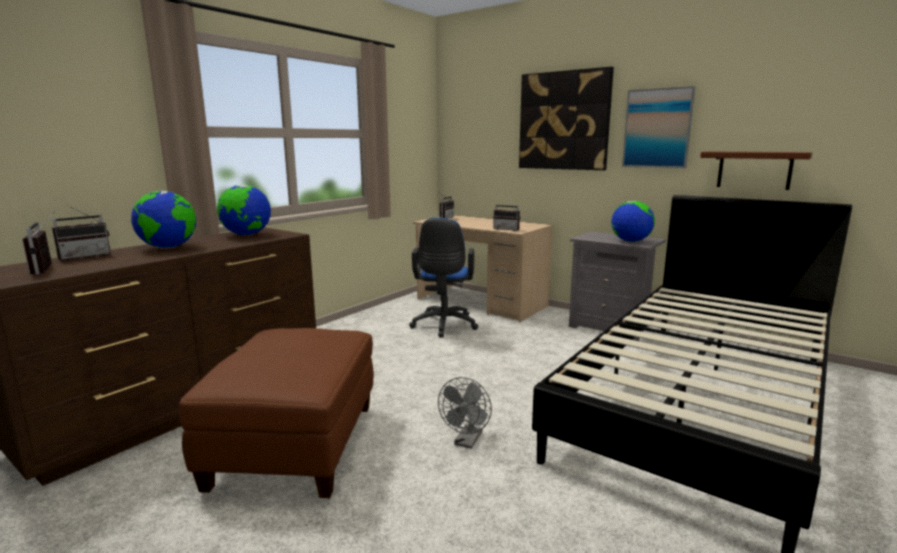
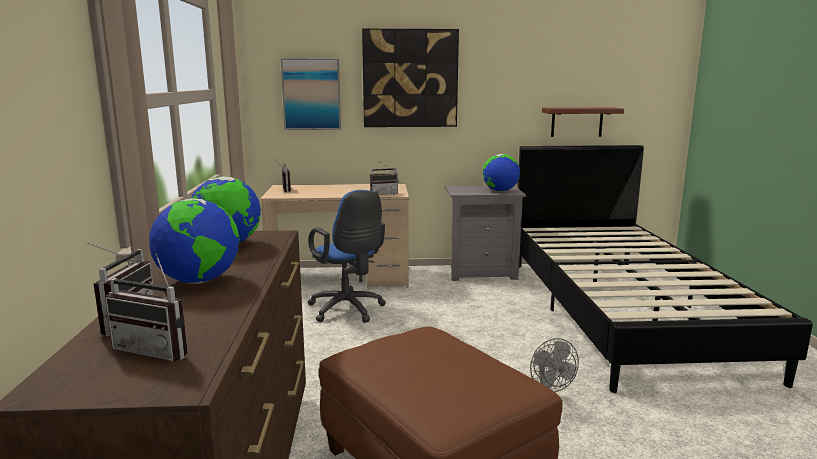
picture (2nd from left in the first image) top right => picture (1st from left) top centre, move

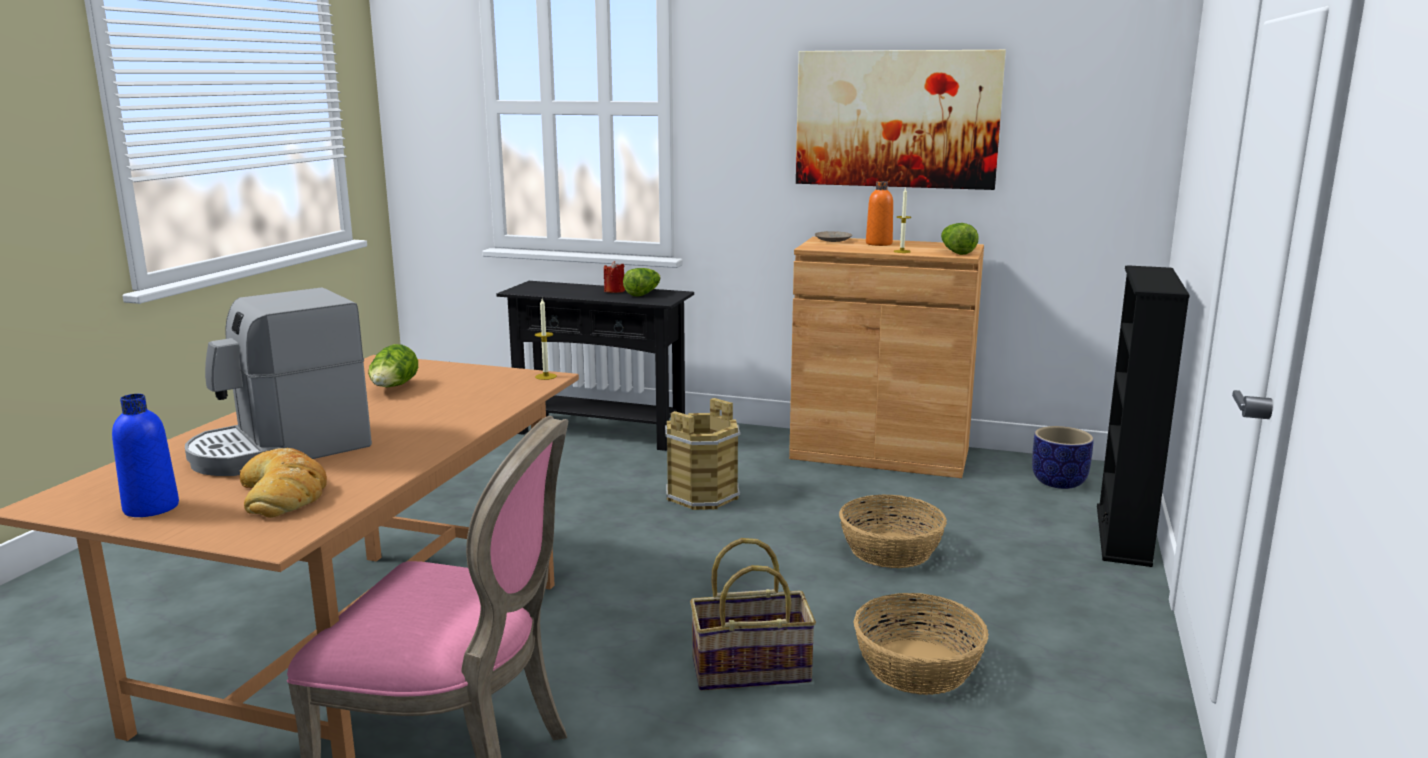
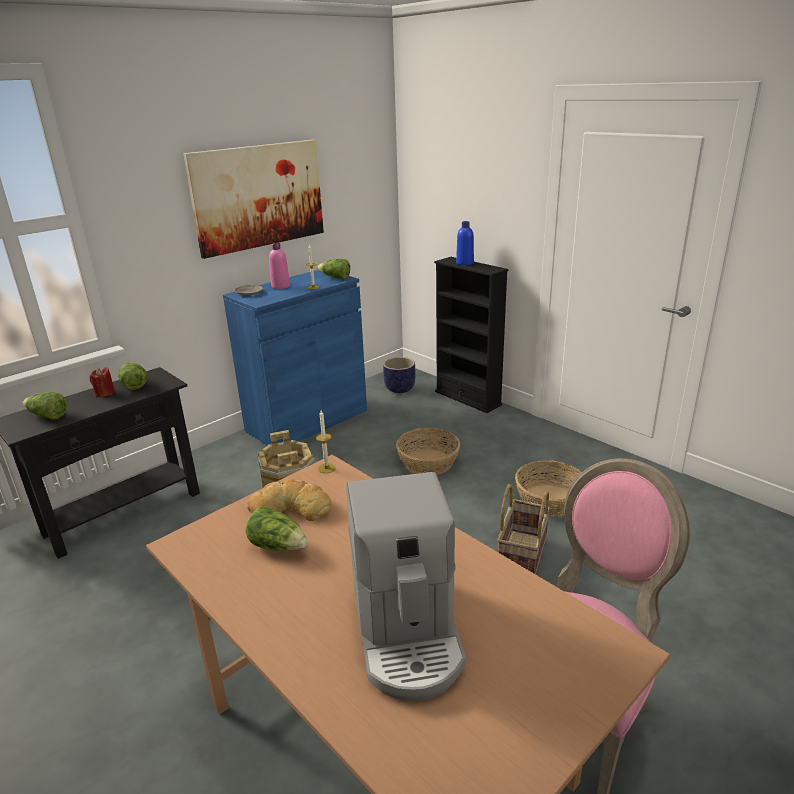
nothing => lettuce (1st from left) middle left
brown cabinet centre => blue cabinet centre
bread middle left => bread centre, move
orange bottle top centre => pink bottle centre
blue bottle middle left => blue bottle top centre, move

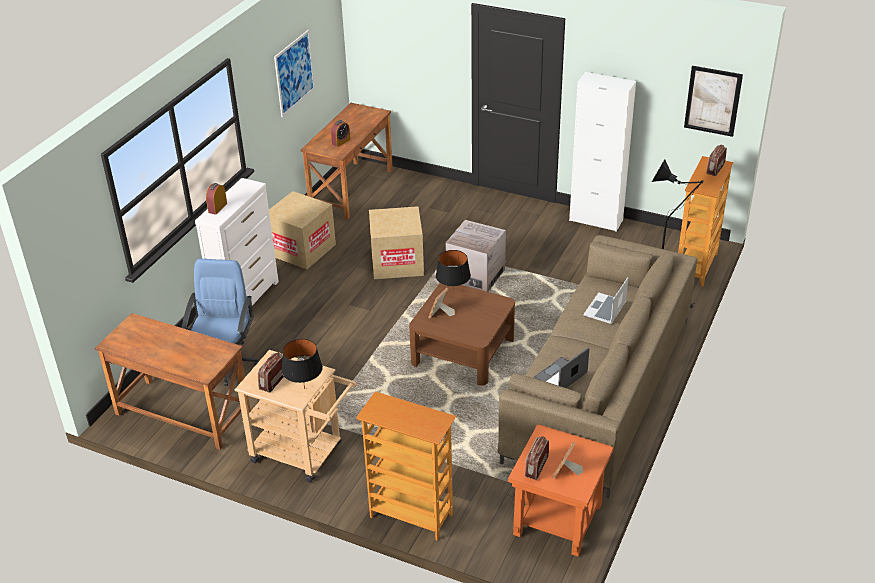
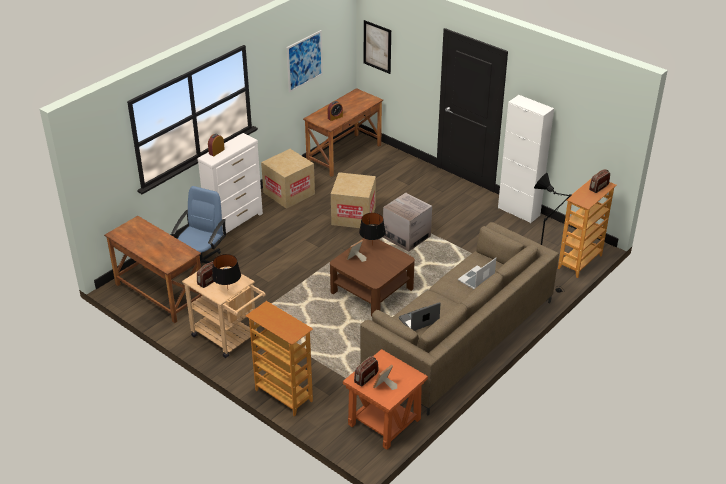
picture (2nd from left) top right => picture (2nd from left) top centre, move

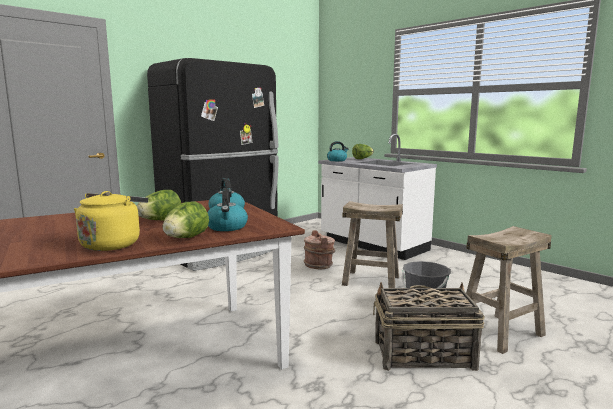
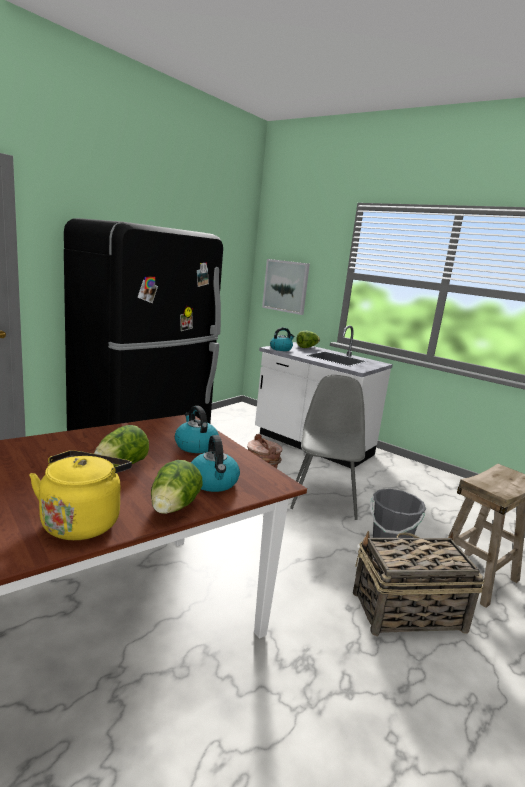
nothing => picture centre
beige stool (1st from left) centre => grey chair centre

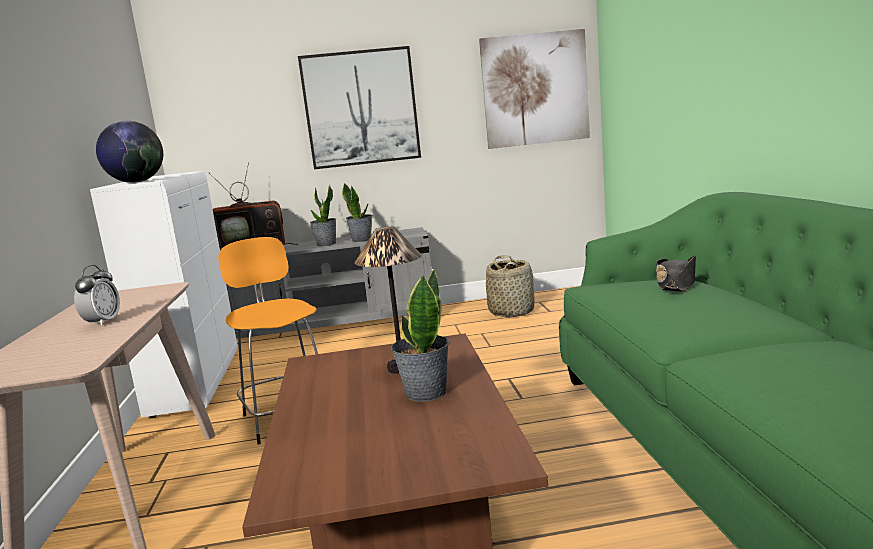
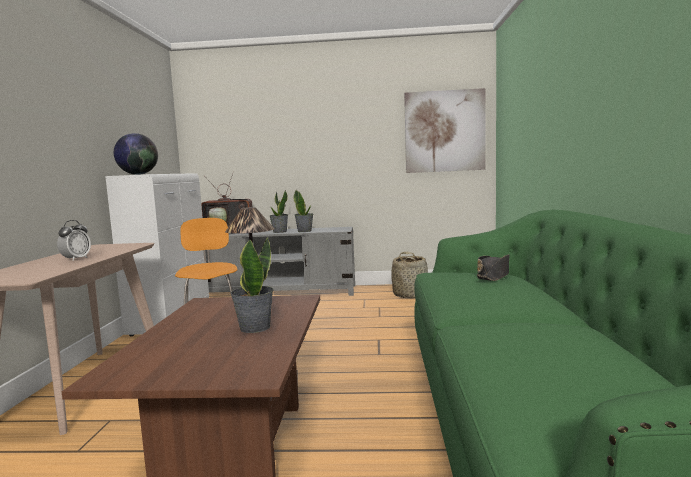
picture (1st from left) top centre => nothing

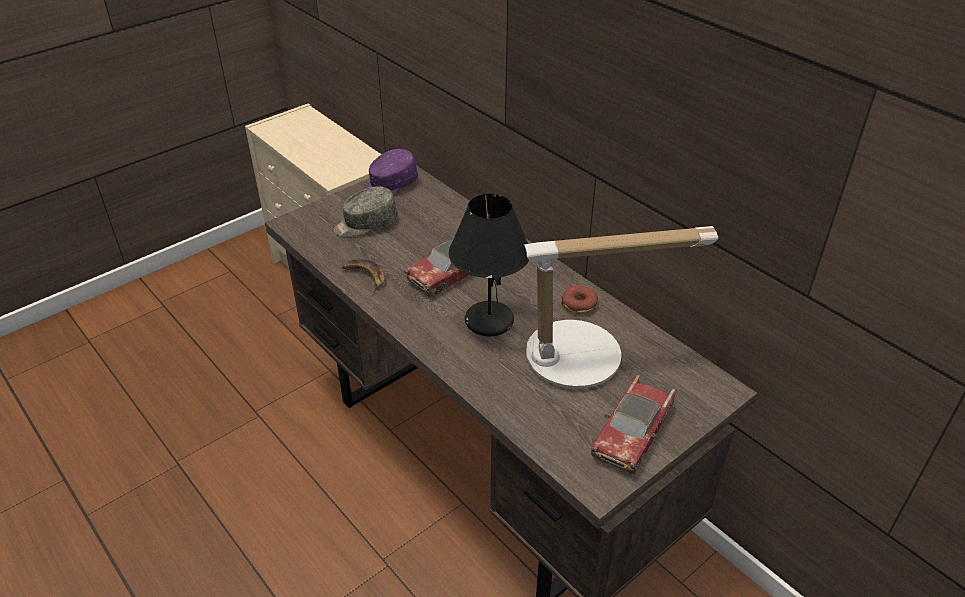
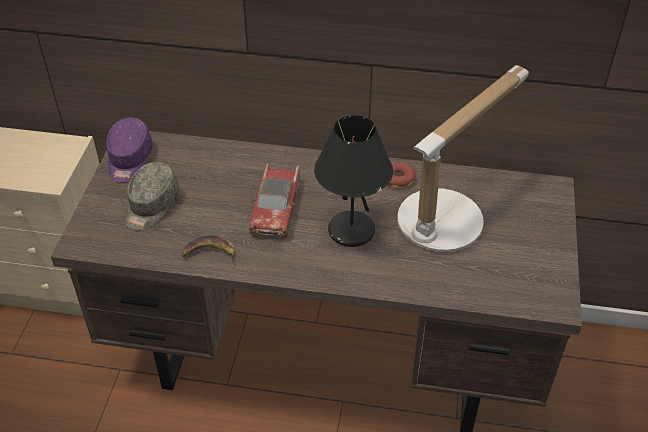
toy car (2nd from left) bottom centre => nothing

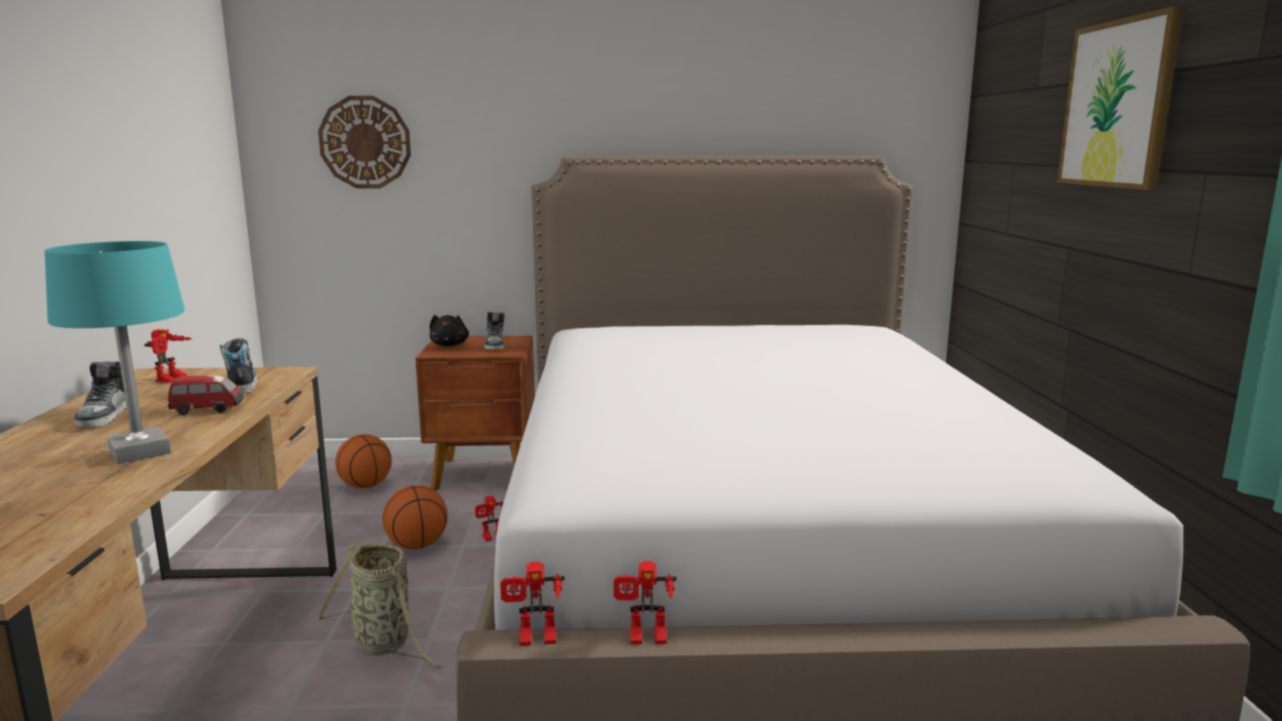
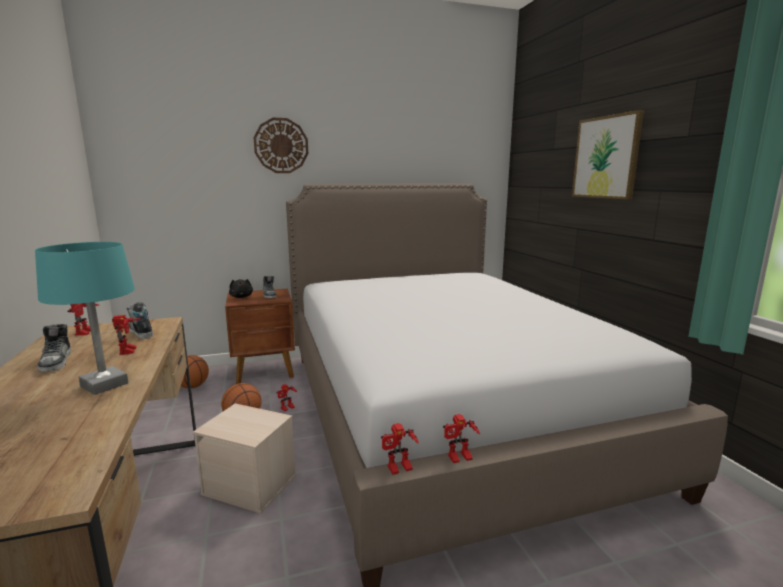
toy car middle left => toy robot (2nd from left) middle left
basket bottom left => beige storage box bottom left
wall clock top left => wall clock top centre, move

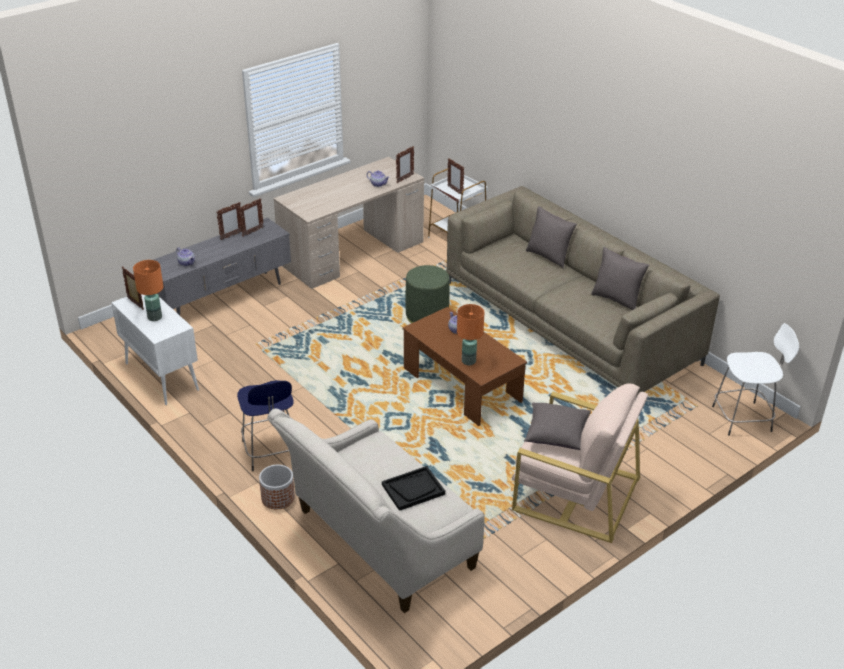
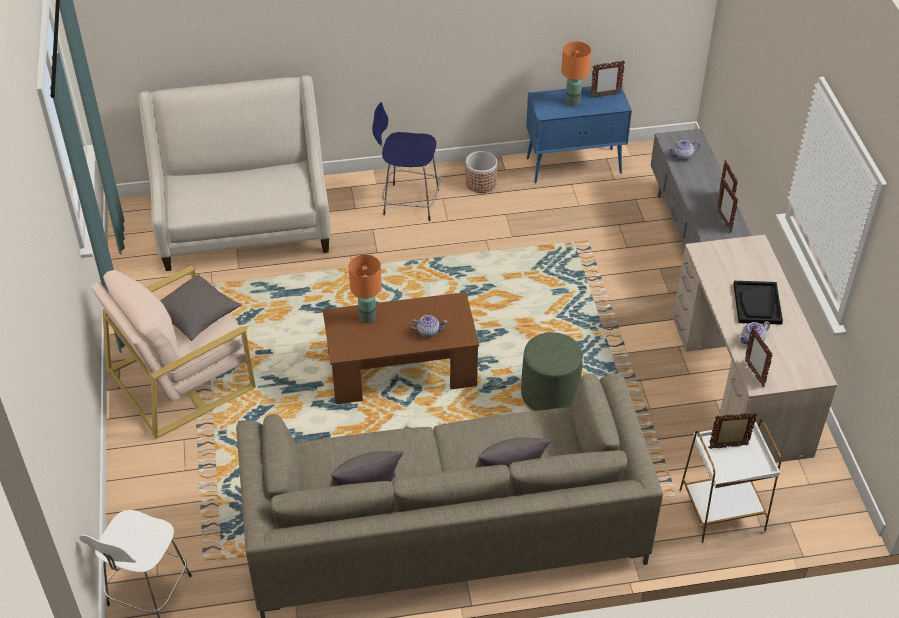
planter bottom left => planter top centre, move
white cabinet middle left => blue cabinet top centre
black tray bottom centre => black tray middle right, move

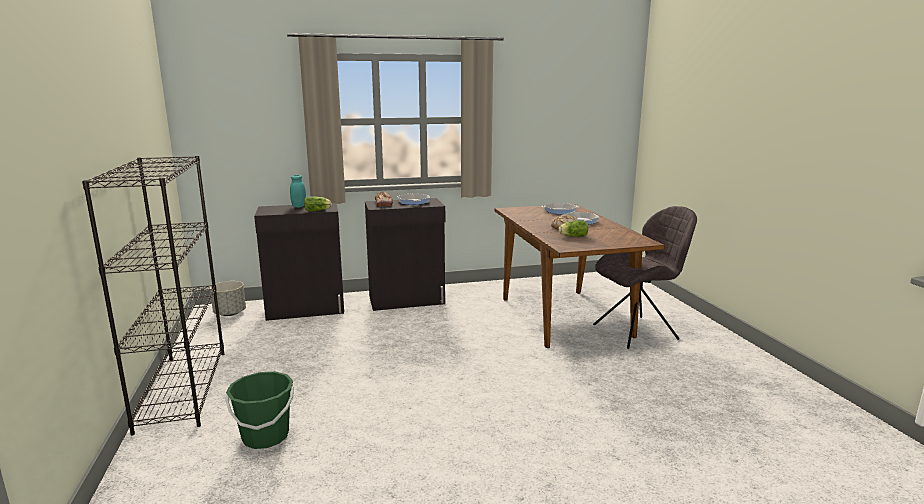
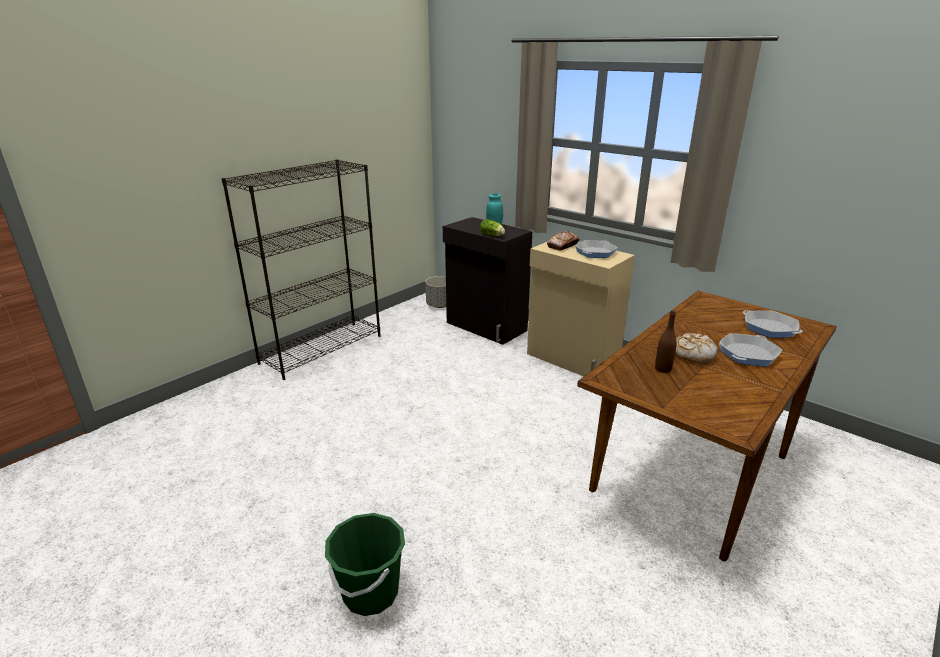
green bucket bottom left => green bucket bottom centre, move
black cabinet (2nd from left) centre => beige cabinet centre
lettuce (2nd from left) centre => brown bottle middle right
grey chair middle right => nothing

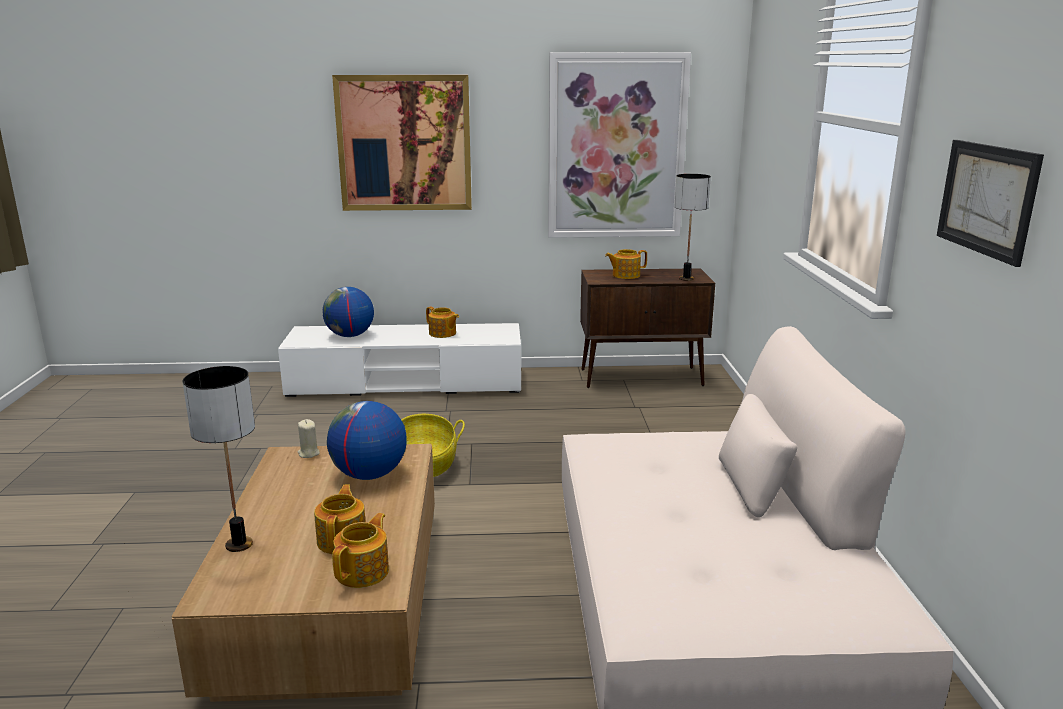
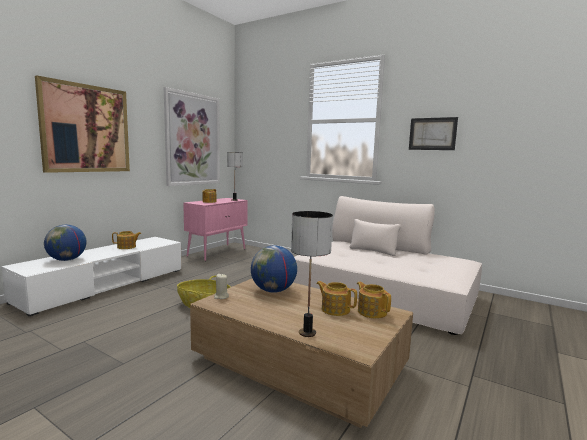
brown cabinet centre => pink cabinet centre

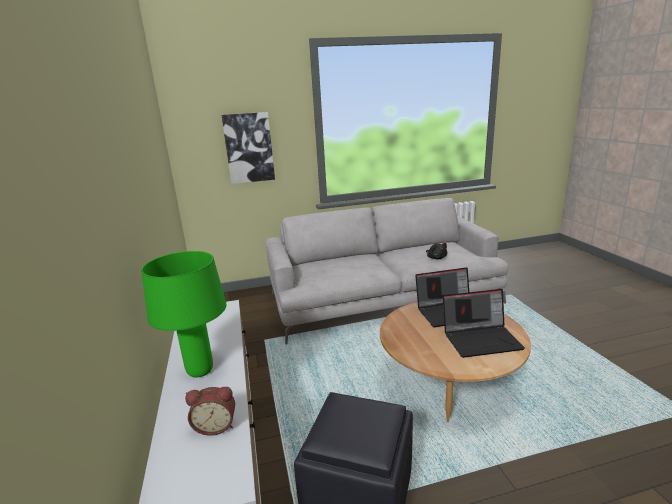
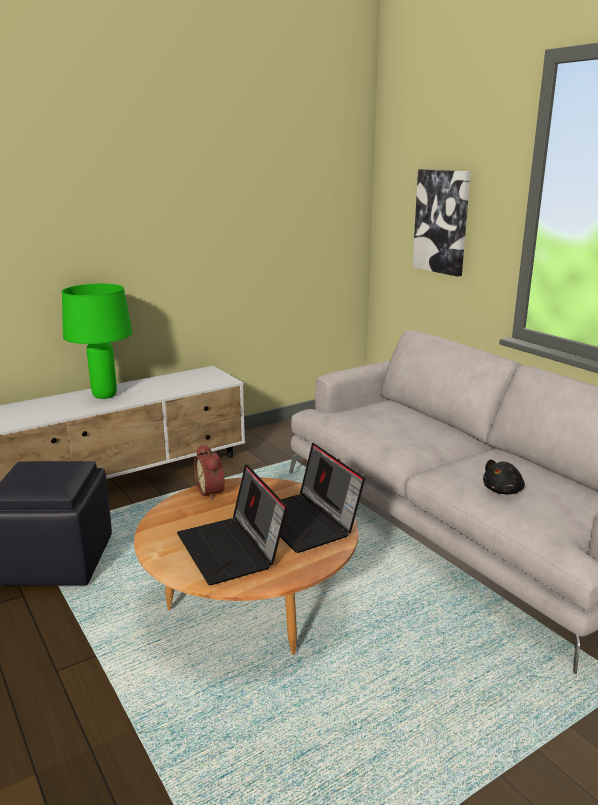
alarm clock bottom left => alarm clock centre, move

